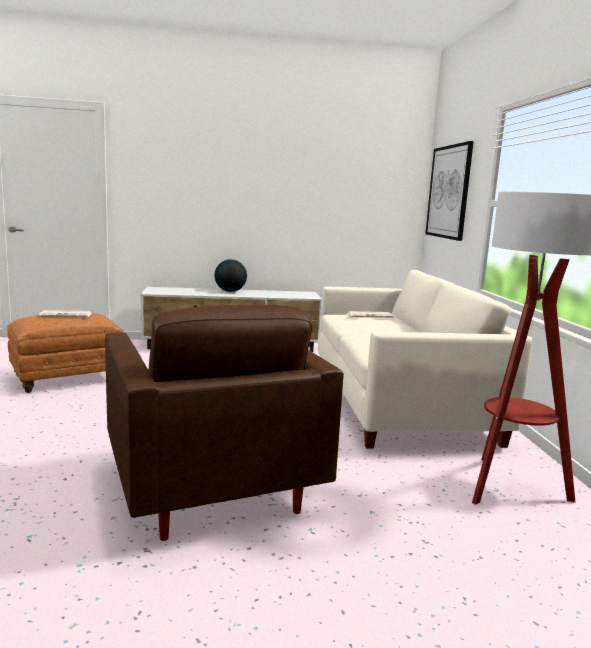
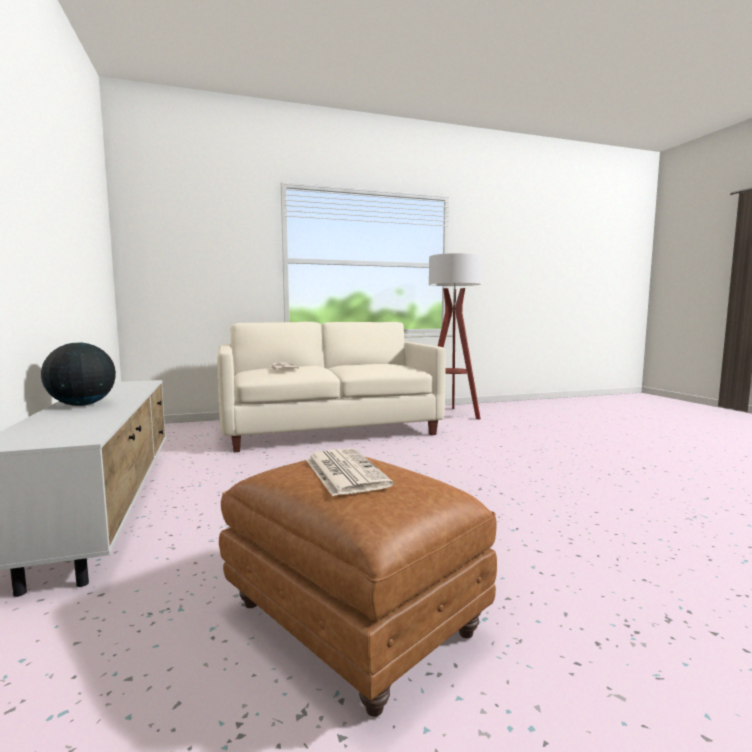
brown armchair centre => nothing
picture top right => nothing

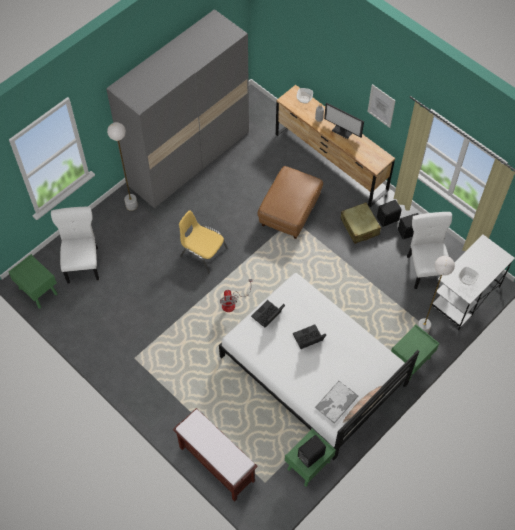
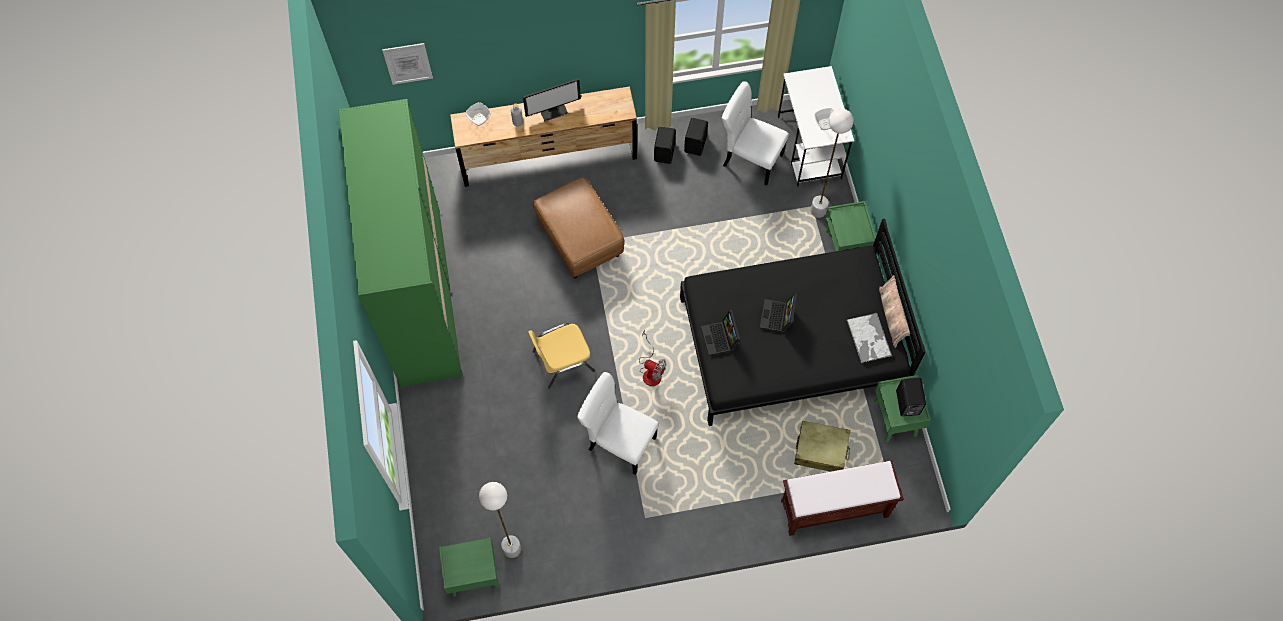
grey wardrobe top centre => green wardrobe middle left
picture top right => picture top left, move
white floor lamp (1st from left) top left => white floor lamp (1st from left) bottom centre, move
white chair (1st from left) middle left => white chair (1st from left) bottom centre, move
white bed bottom centre => black bed centre
beige suitcase middle right => beige suitcase bottom centre, move

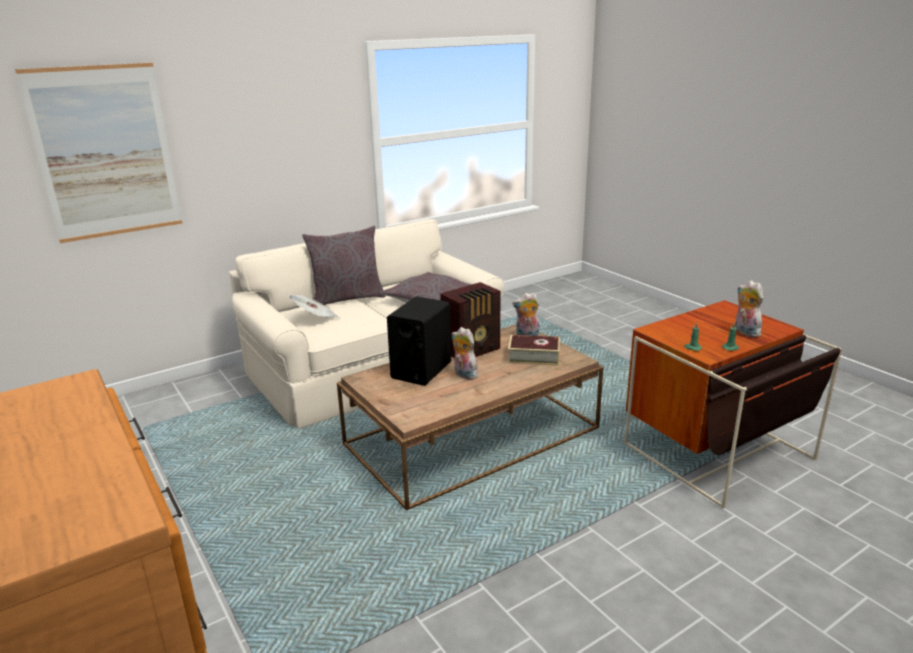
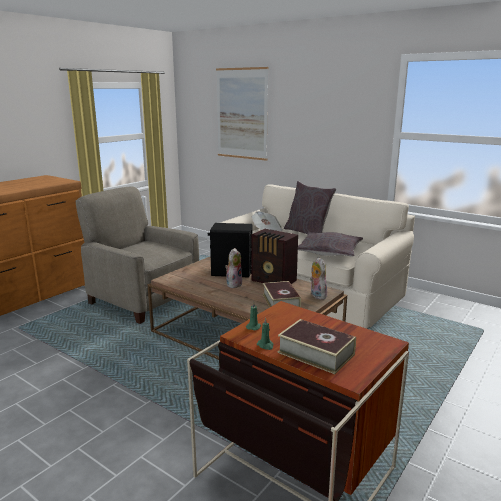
nothing => beige armchair middle left
plush toy (3rd from left) middle right => book (2nd from left) bottom centre

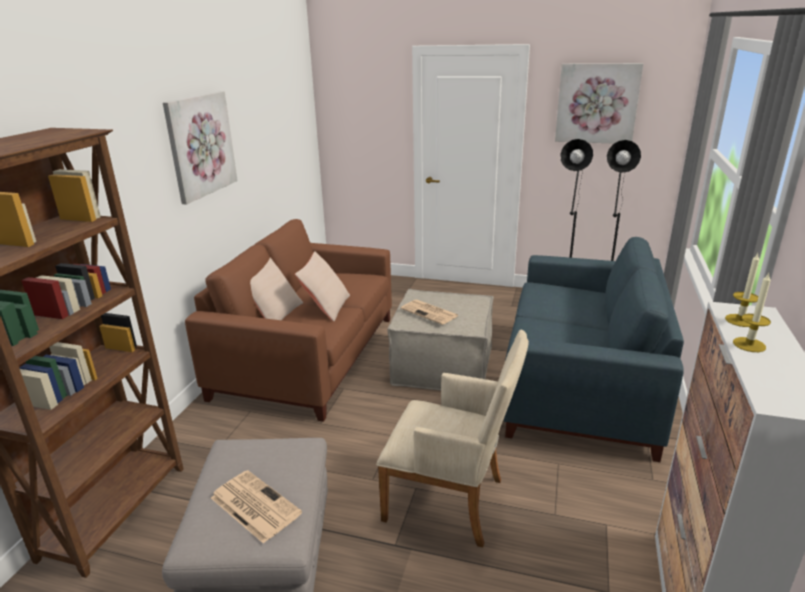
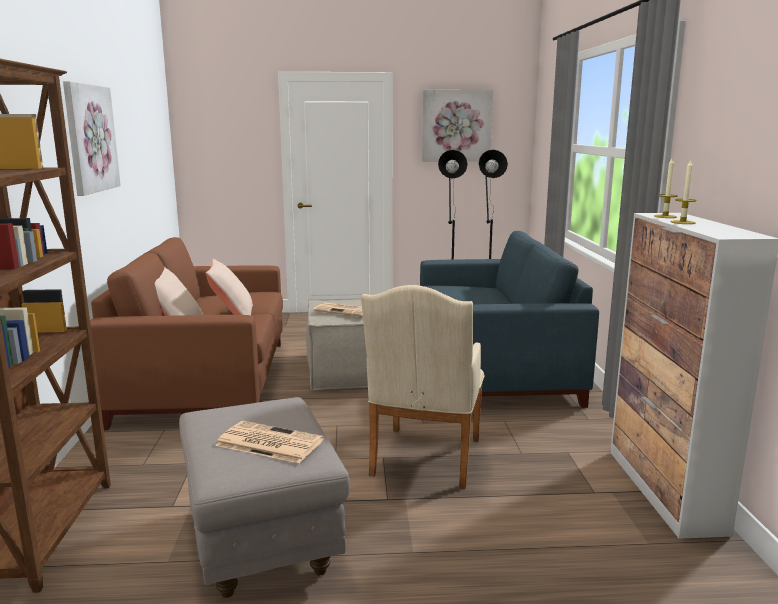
beige armchair bottom centre => beige armchair centre, 105 degrees clockwise

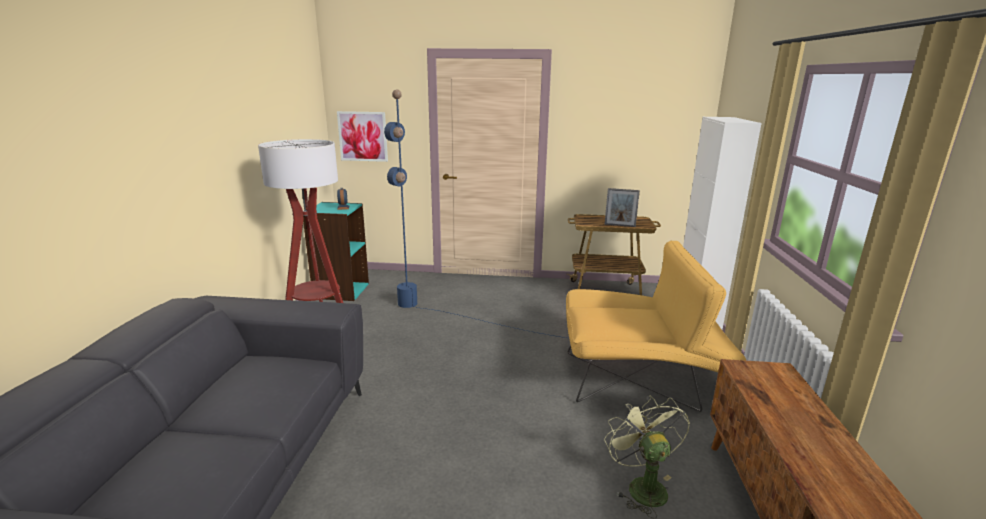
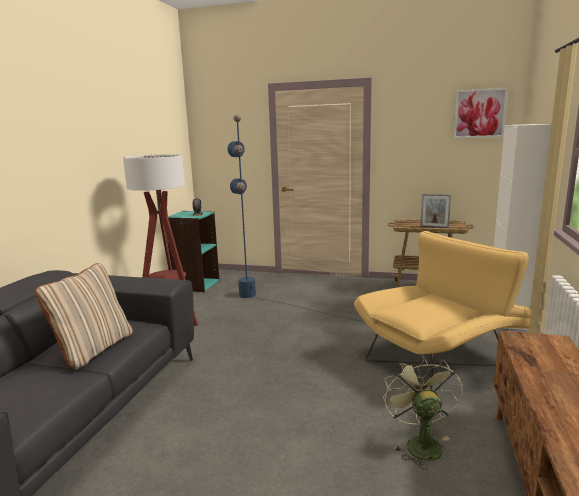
nothing => beige pillow middle left
yellow armchair centre => yellow armchair middle right, 45 degrees counterclockwise
picture top centre => picture top right, move

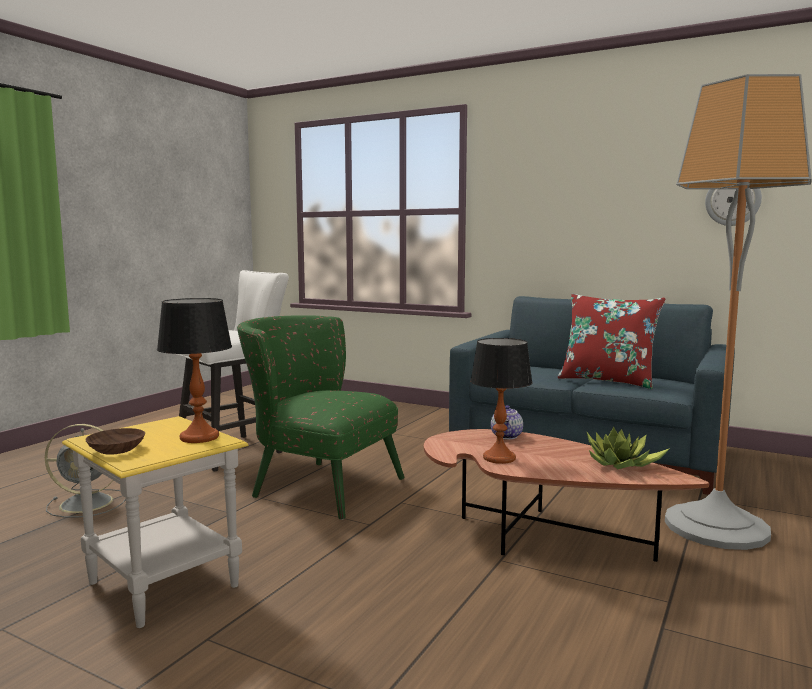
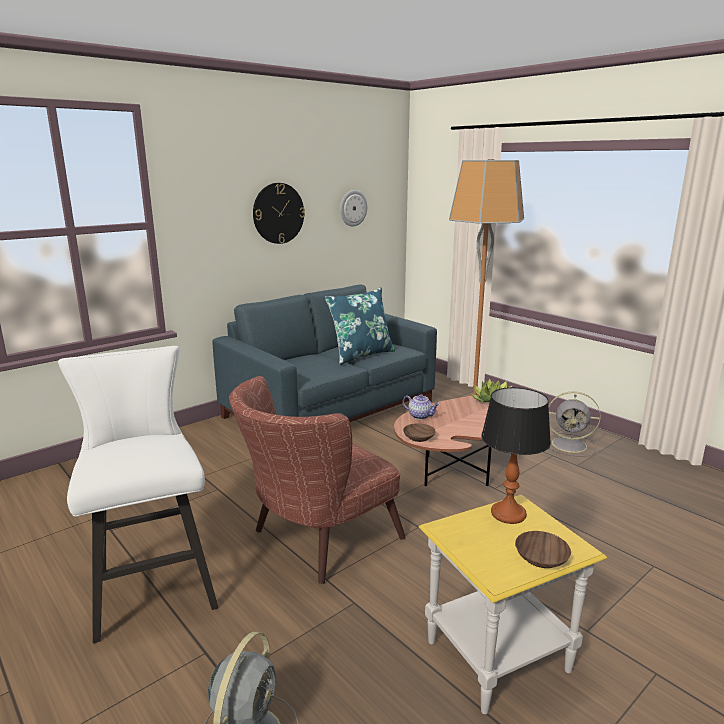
green armchair centre => brown armchair centre
nothing => wall clock (1st from left) top centre
red pillow middle right => blue pillow centre
nothing => brown bowl (1st from left) centre
nothing => grey fan (2nd from left) middle right
table lamp (2nd from left) centre => nothing

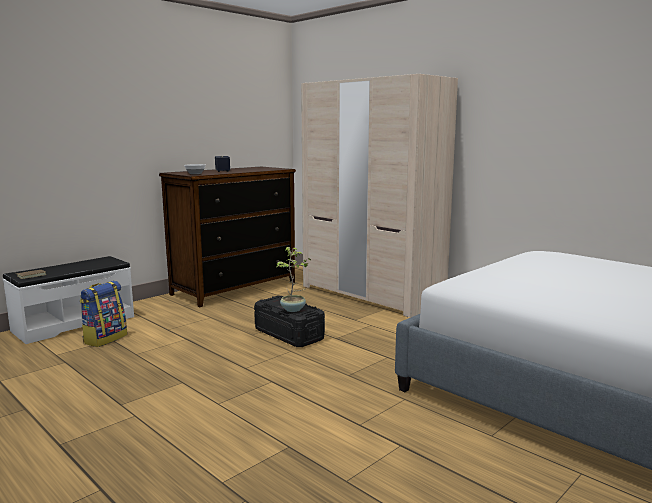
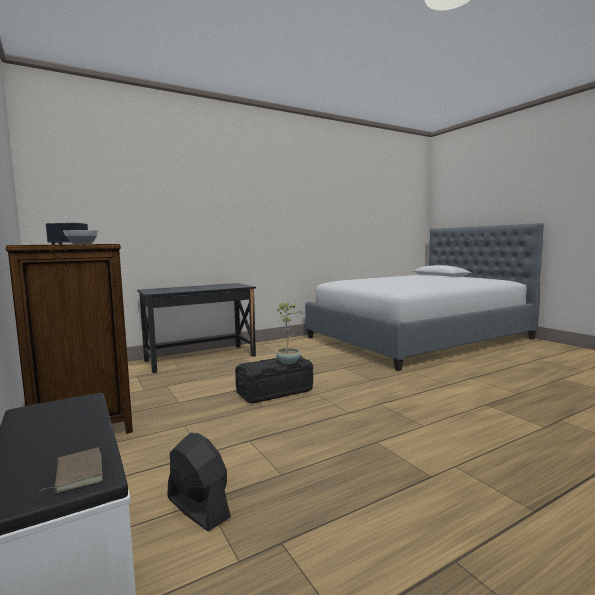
beige wardrobe centre => black desk middle left
backpack middle left => black fan bottom centre

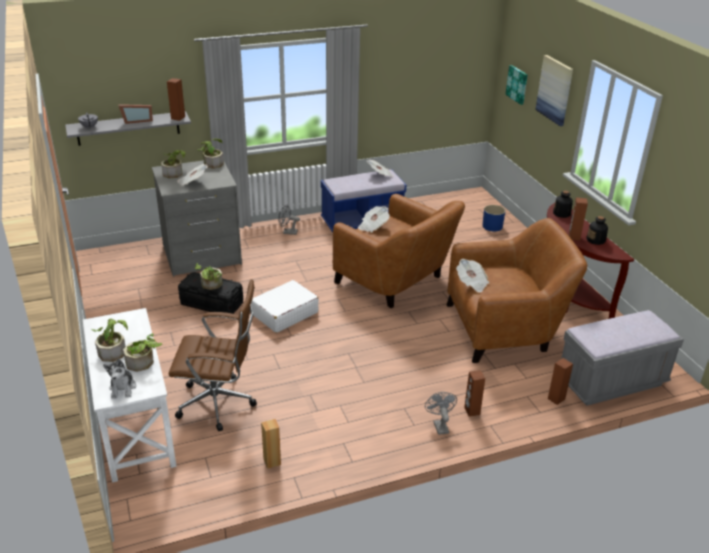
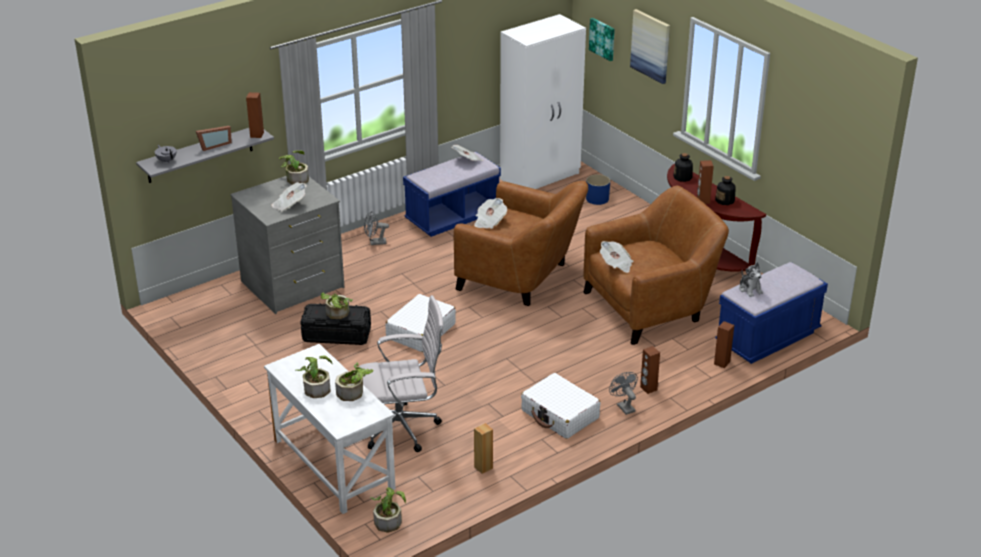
brown office chair middle left => white office chair bottom centre
potted plant (3rd from left in the first image) top left => potted plant (5th from left) bottom centre, move
nothing => white wardrobe top centre
nothing => white suitcase (2nd from left) bottom centre
grey bench middle right => blue bench (2nd from left) middle right
plush toy bottom left => plush toy middle right, move

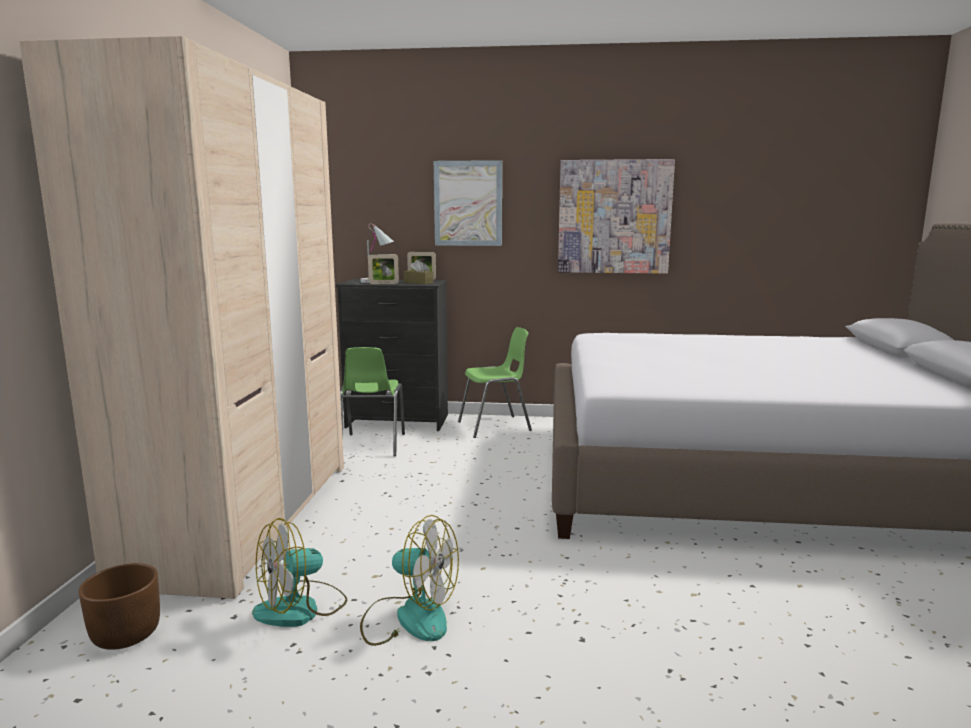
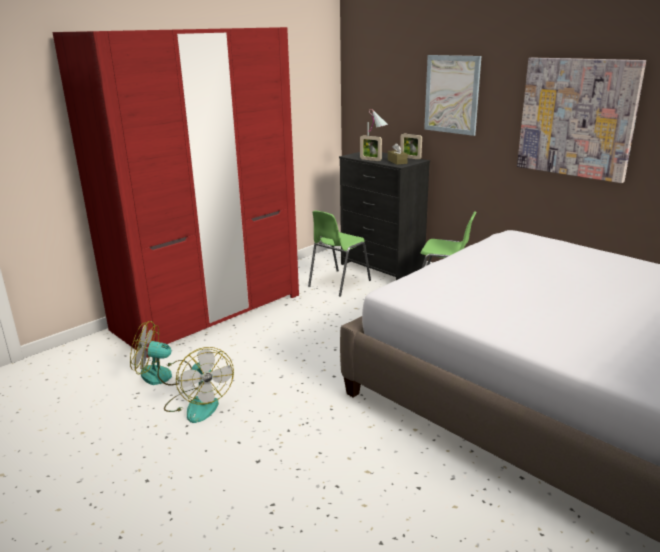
beige wardrobe middle left => red wardrobe middle left
brown planter bottom left => nothing

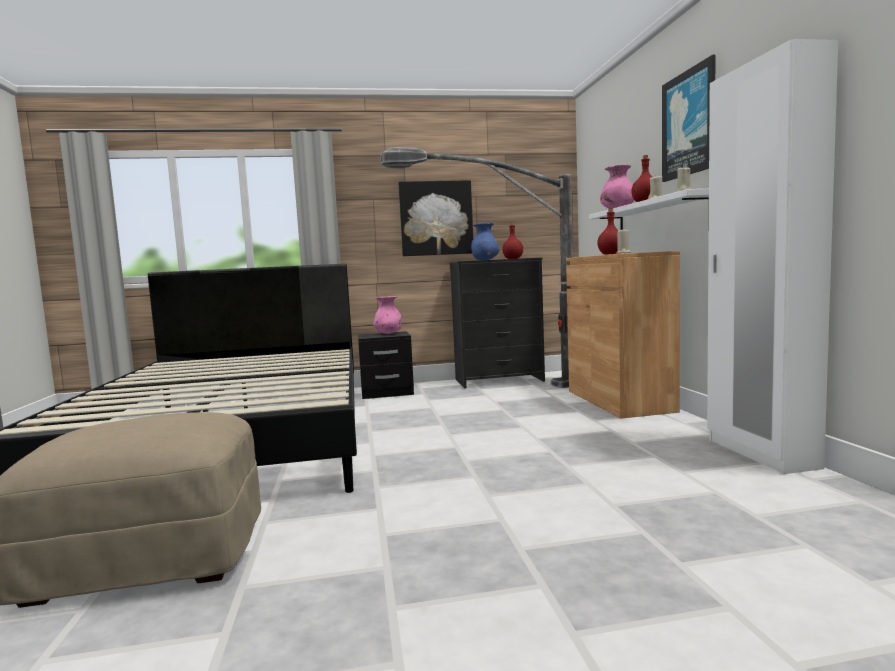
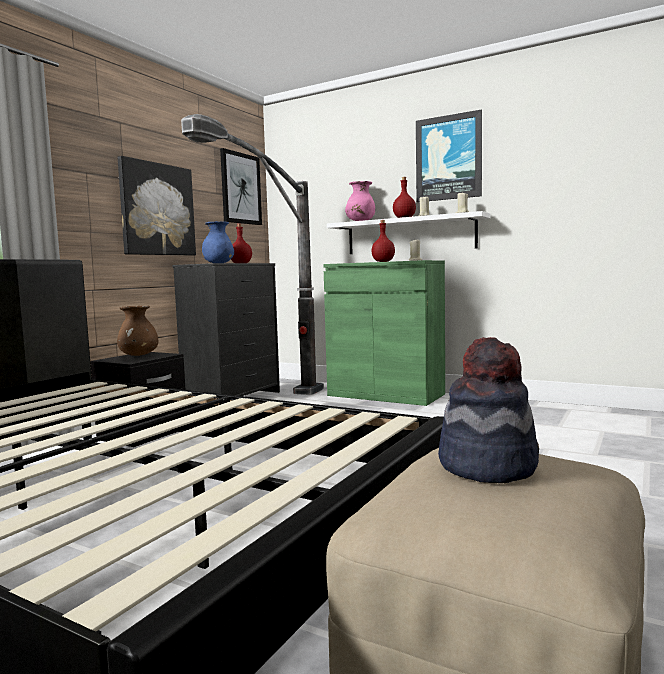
pink vase (1st from left) centre => brown vase middle left
nothing => picture (2nd from left) top centre
brown cabinet middle right => green cabinet centre
nothing => hat middle right
white wardrobe middle right => nothing

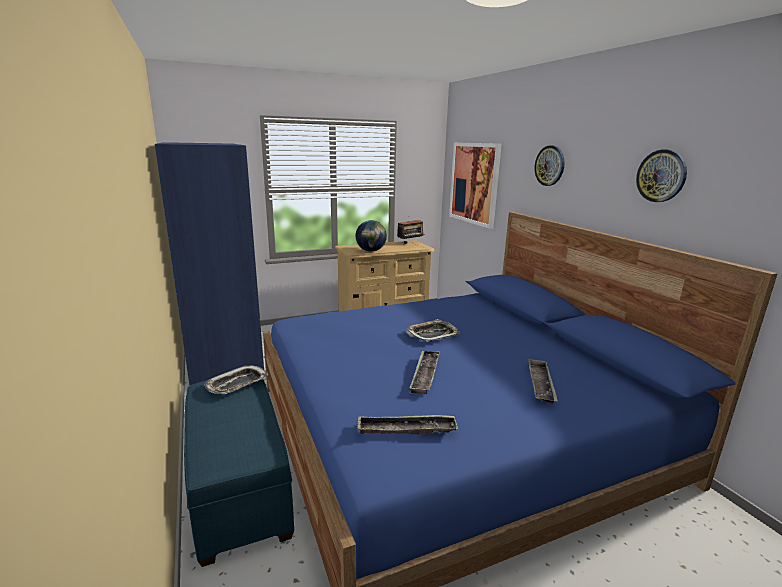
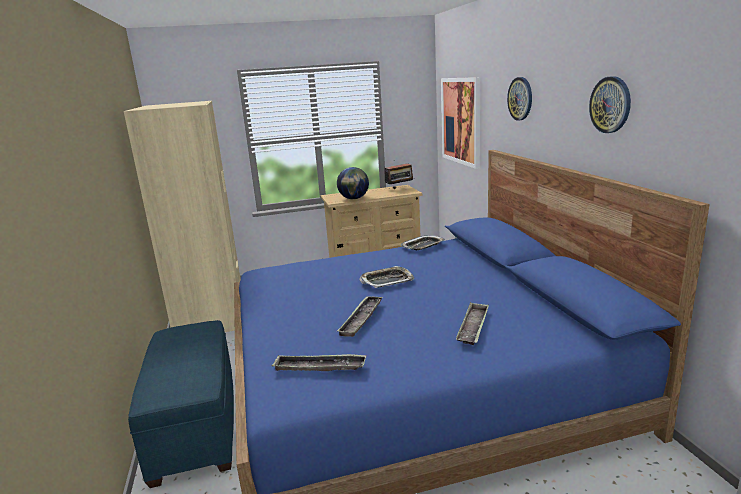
blue wardrobe middle left => beige wardrobe middle left
tray (1st from left in the first image) middle left => tray (4th from left) centre, move

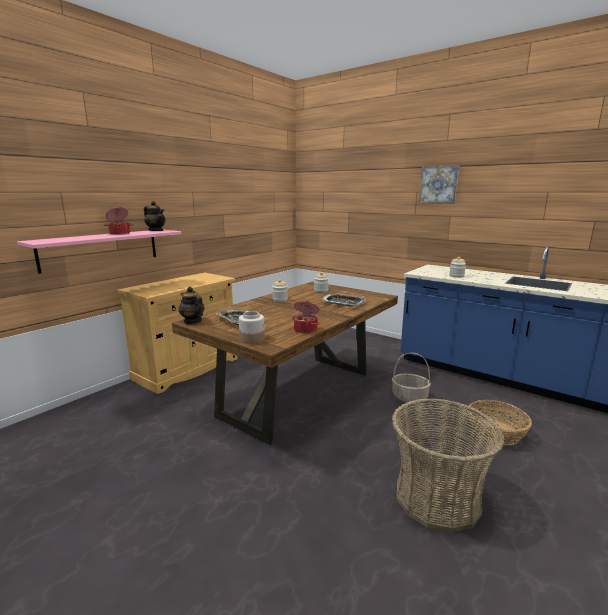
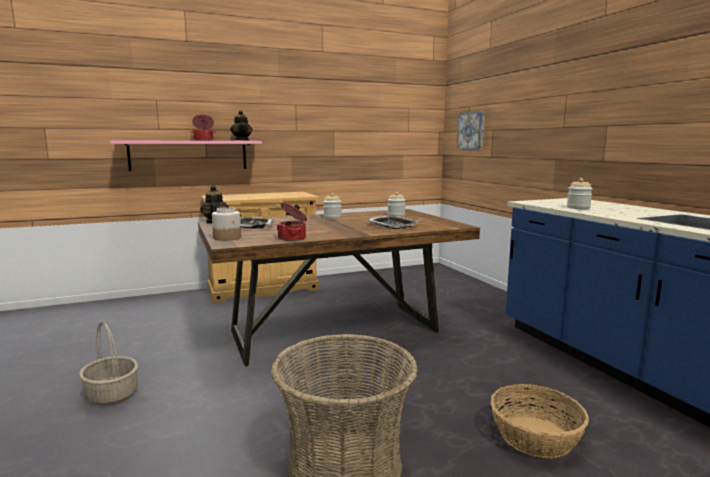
basket (1st from left) middle right => basket (1st from left) bottom left, move
picture top right => picture top centre, move

